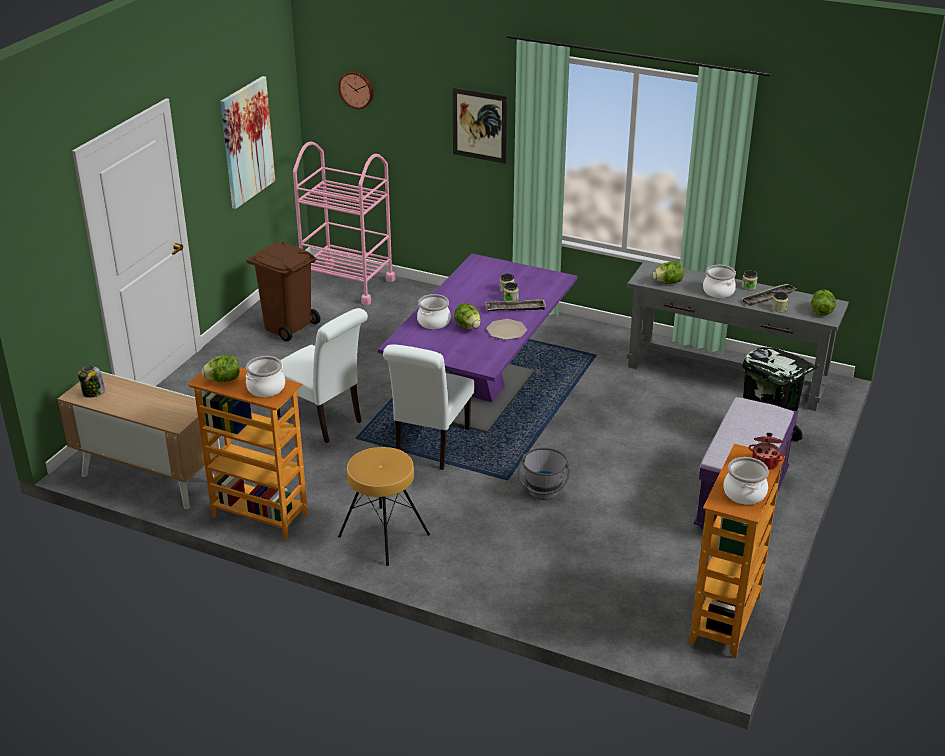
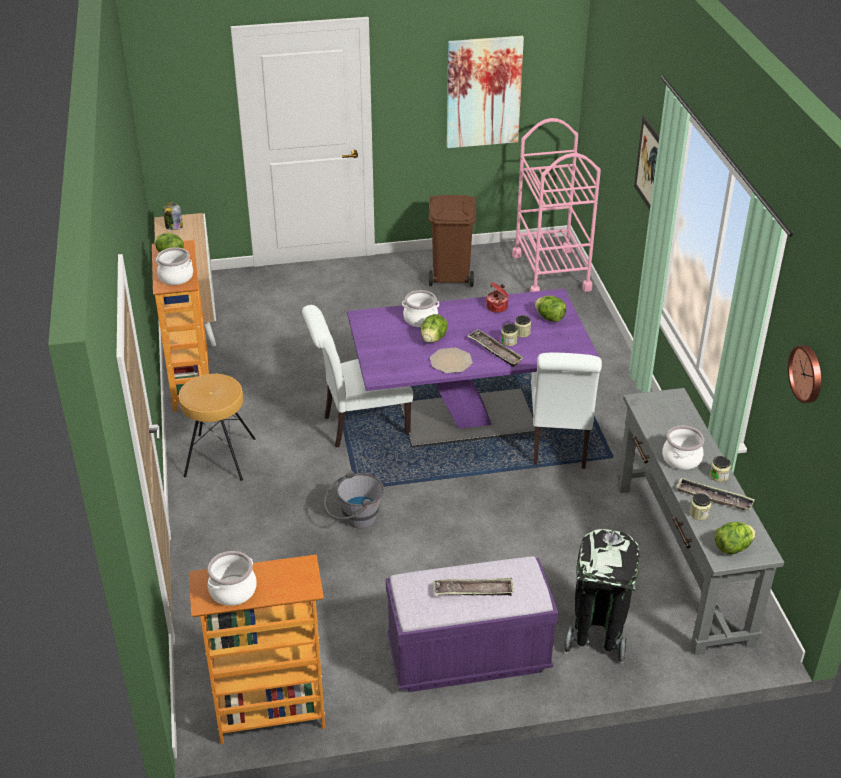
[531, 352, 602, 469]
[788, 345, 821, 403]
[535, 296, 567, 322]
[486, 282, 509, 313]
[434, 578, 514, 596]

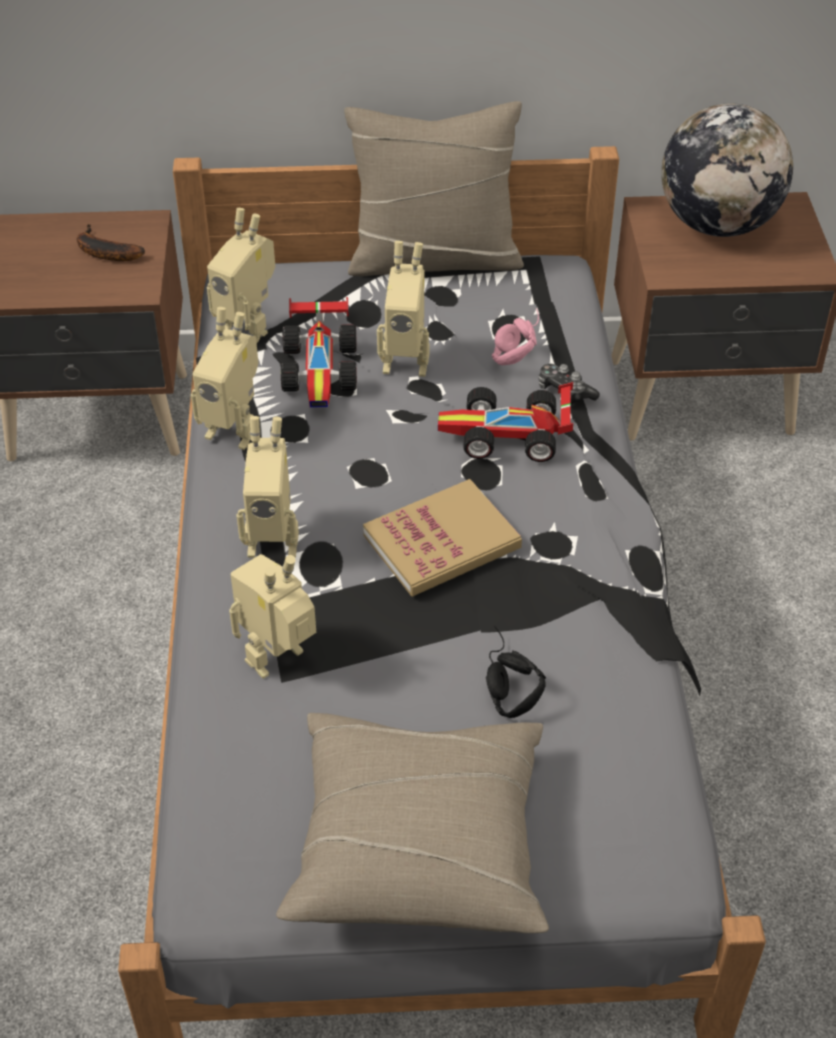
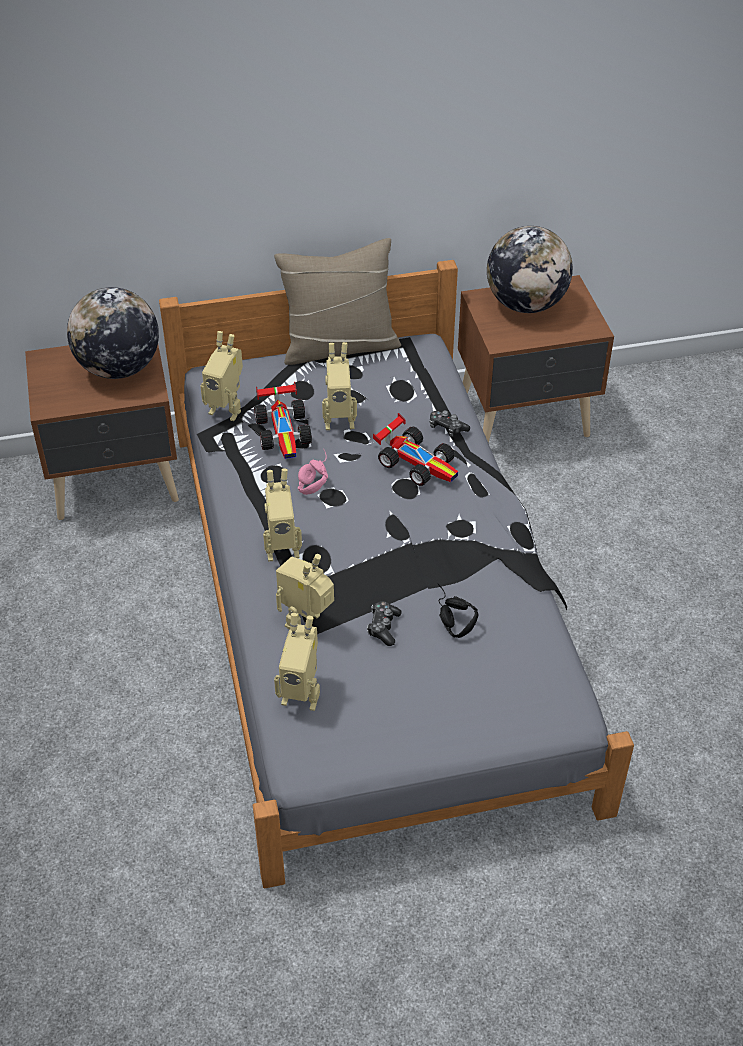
[67, 287, 159, 379]
[274, 613, 320, 711]
[276, 713, 549, 933] (first image)
[363, 479, 522, 597] (first image)
[373, 413, 458, 486]
[298, 450, 328, 495]
[367, 601, 401, 646]

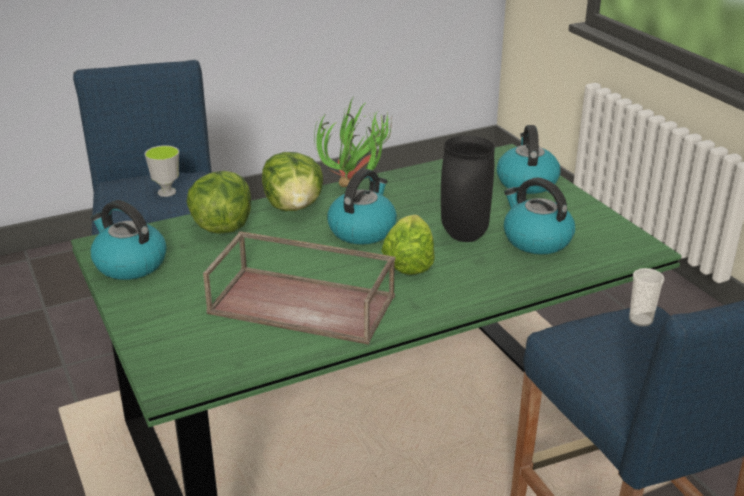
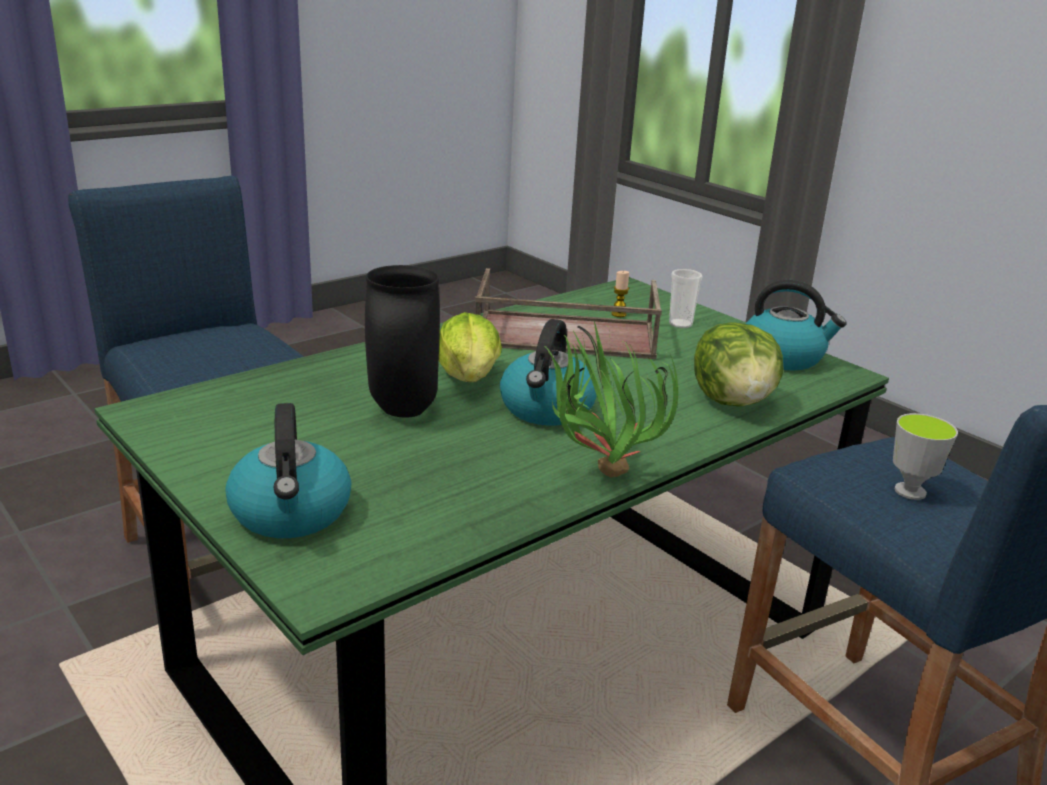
[262, 152, 323, 211] (first image)
[504, 178, 575, 254] (first image)
[669, 269, 703, 328]
[611, 271, 629, 317]

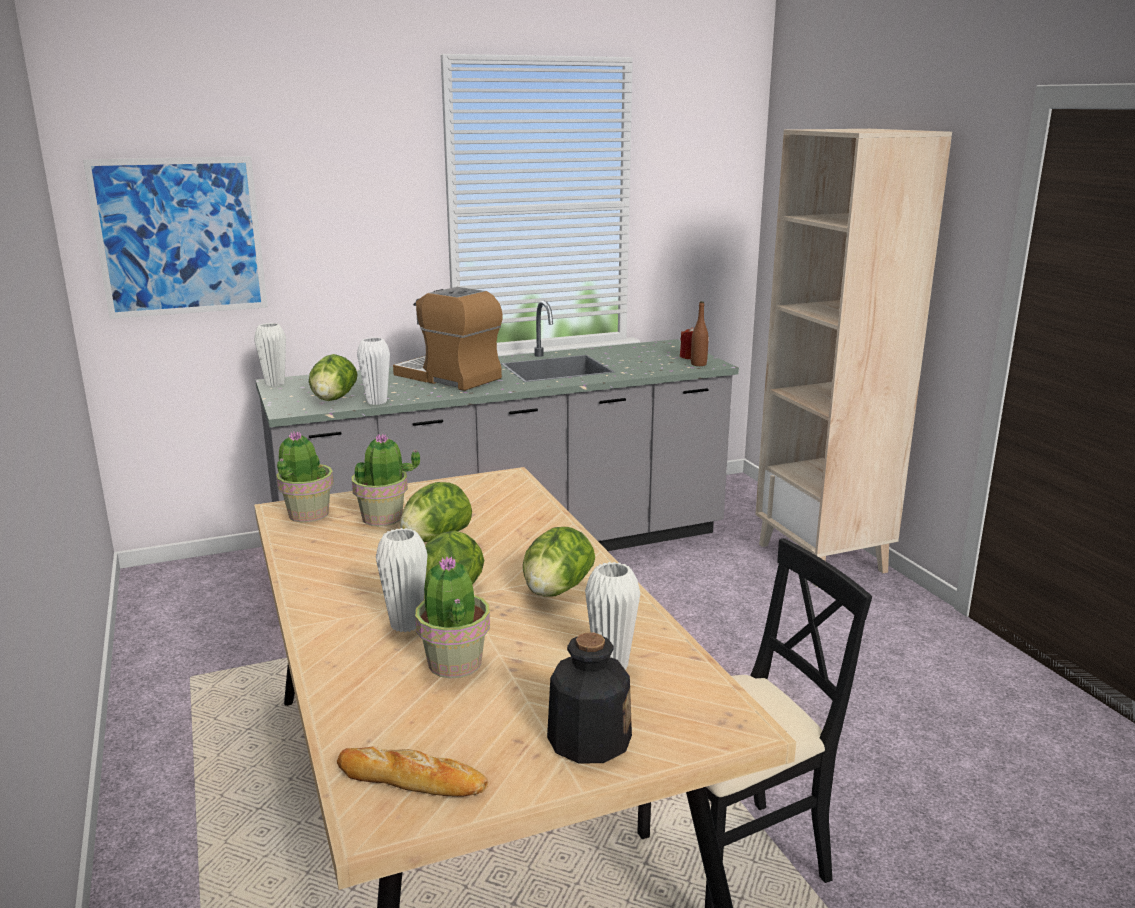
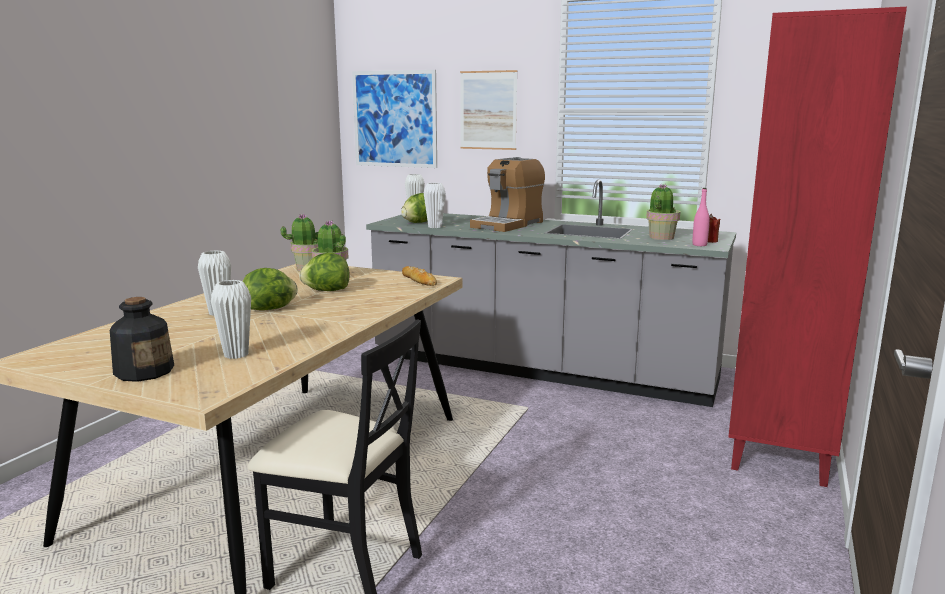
[402, 266, 437, 286]
[470, 157, 545, 232]
[646, 184, 680, 240]
[523, 527, 595, 597] (first image)
[692, 188, 710, 246]
[728, 7, 907, 487]
[460, 70, 517, 150]

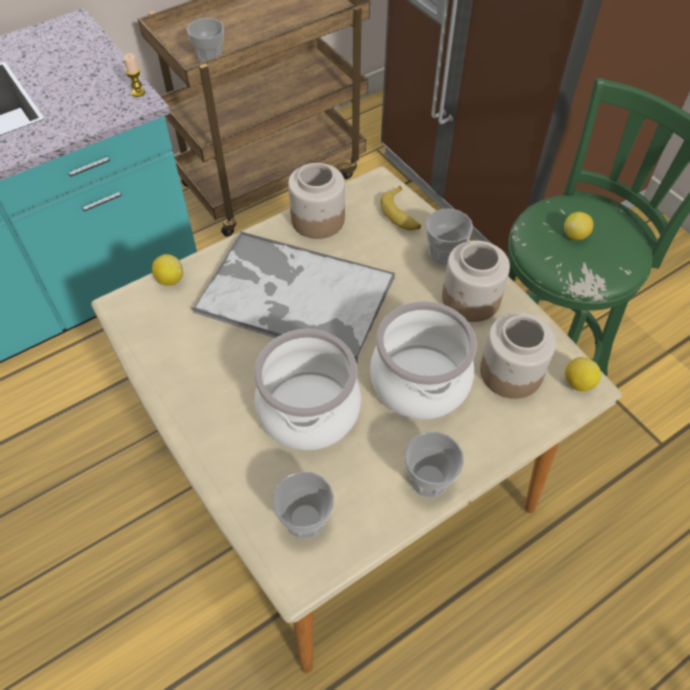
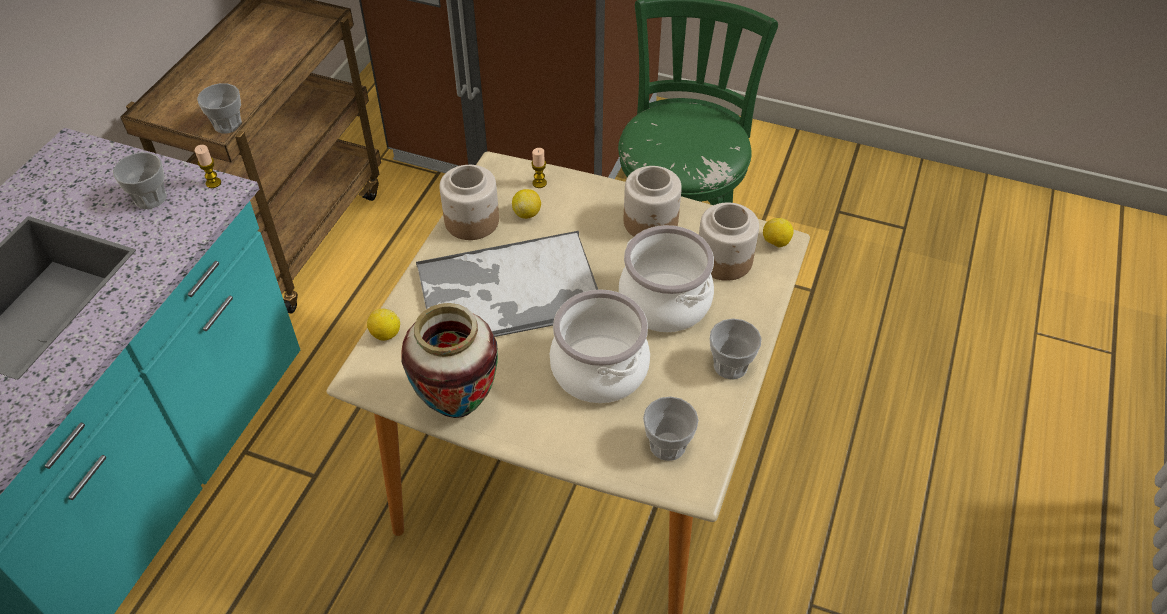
[531, 148, 547, 188]
[113, 152, 167, 209]
[512, 189, 541, 219]
[402, 303, 498, 418]

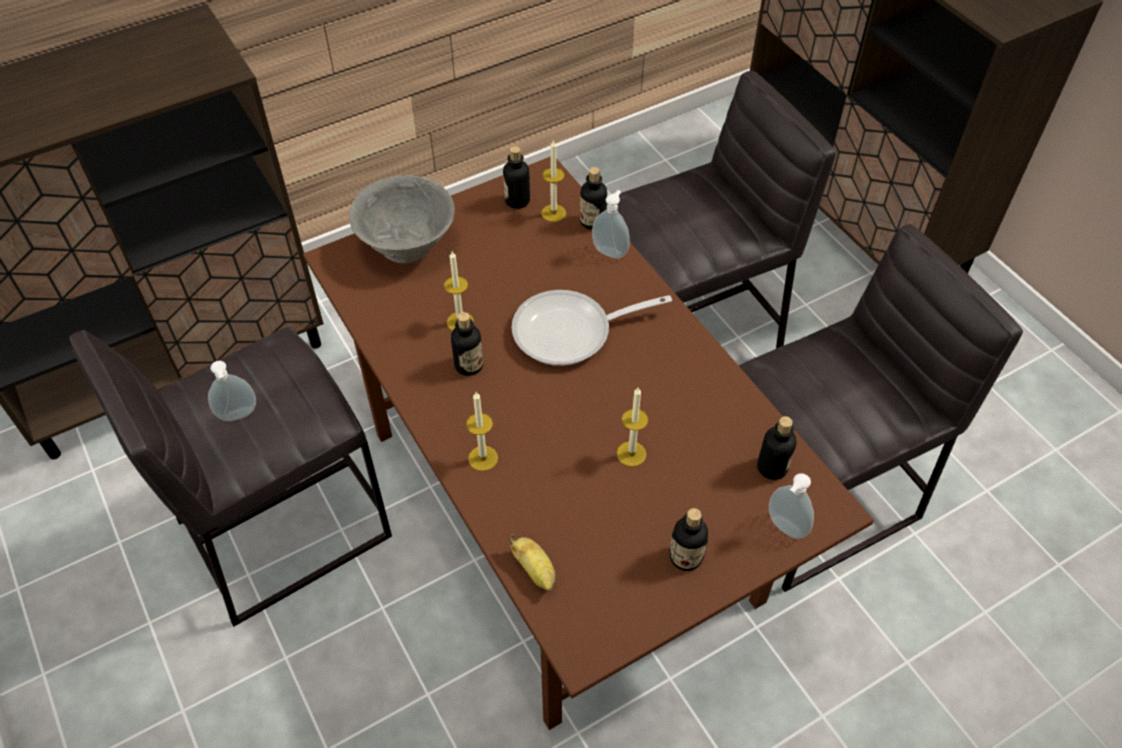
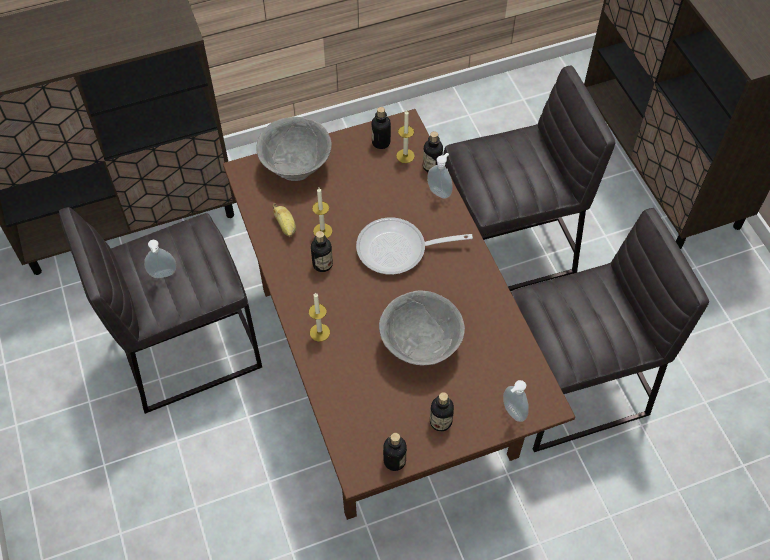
[272, 203, 296, 237]
[379, 290, 465, 365]
[383, 433, 407, 471]

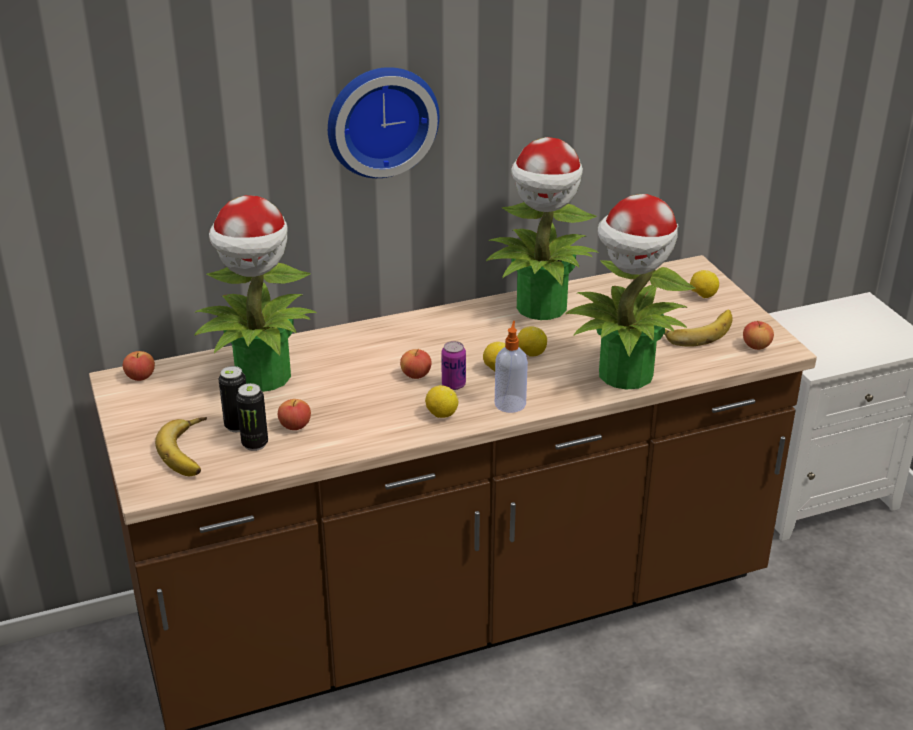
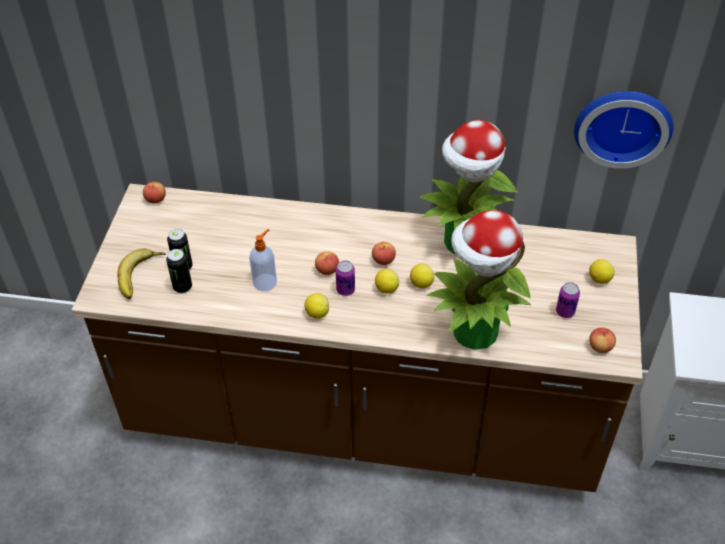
[194, 195, 316, 392] (first image)
[372, 242, 396, 265]
[574, 91, 673, 169]
[249, 229, 277, 291]
[556, 282, 580, 318]

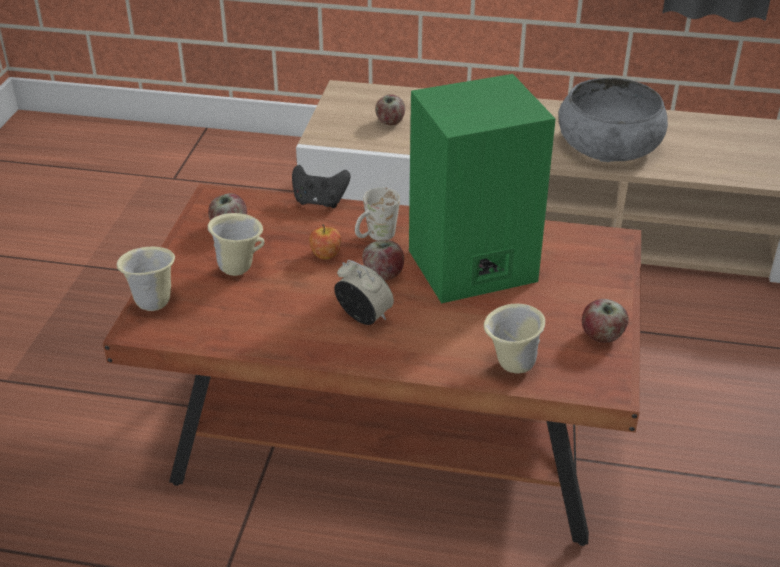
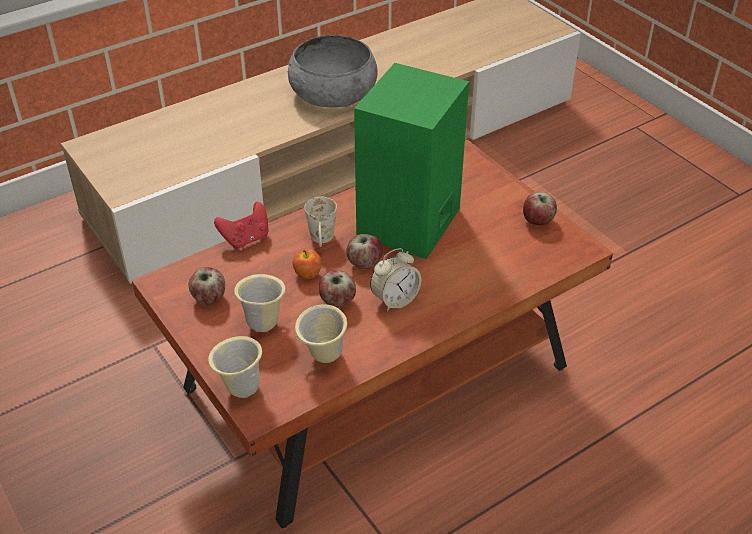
[214, 202, 269, 249]
[370, 248, 421, 311]
[319, 270, 356, 307]
[295, 304, 347, 363]

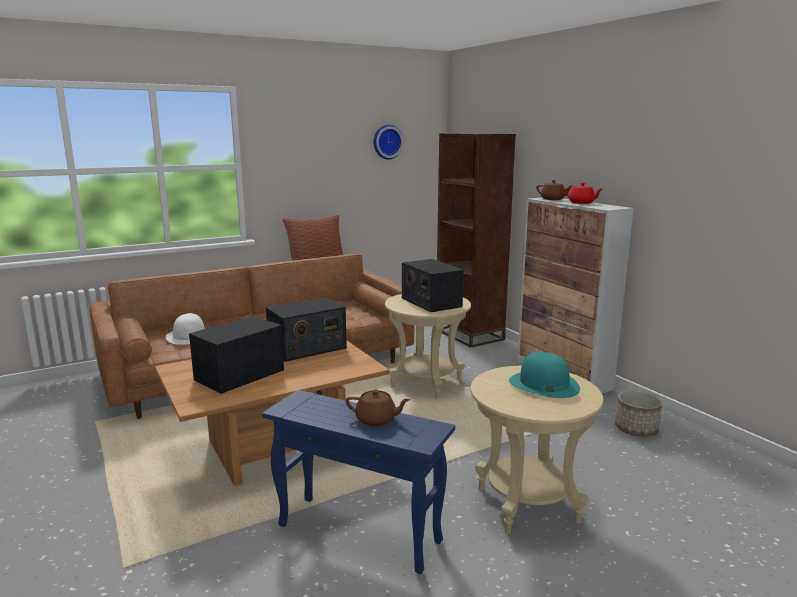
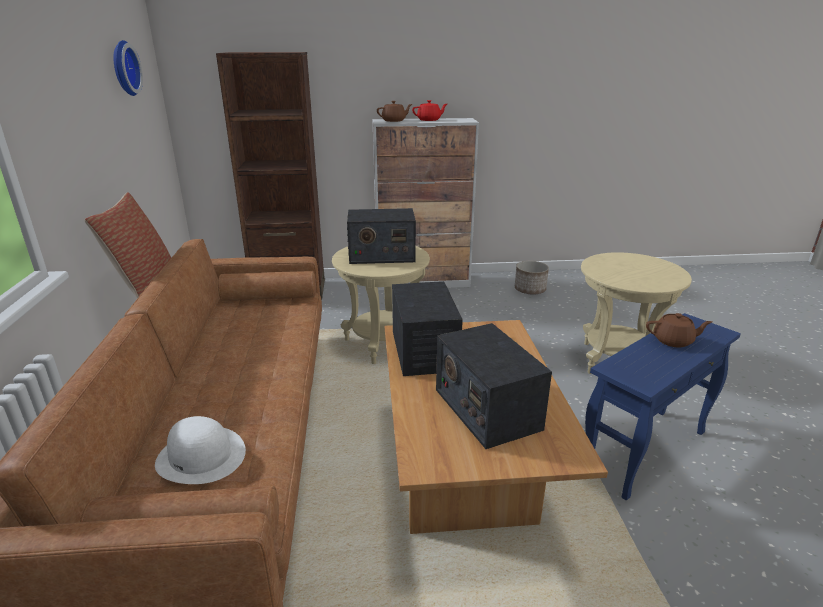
[646, 313, 712, 347]
[509, 352, 580, 398] (first image)

